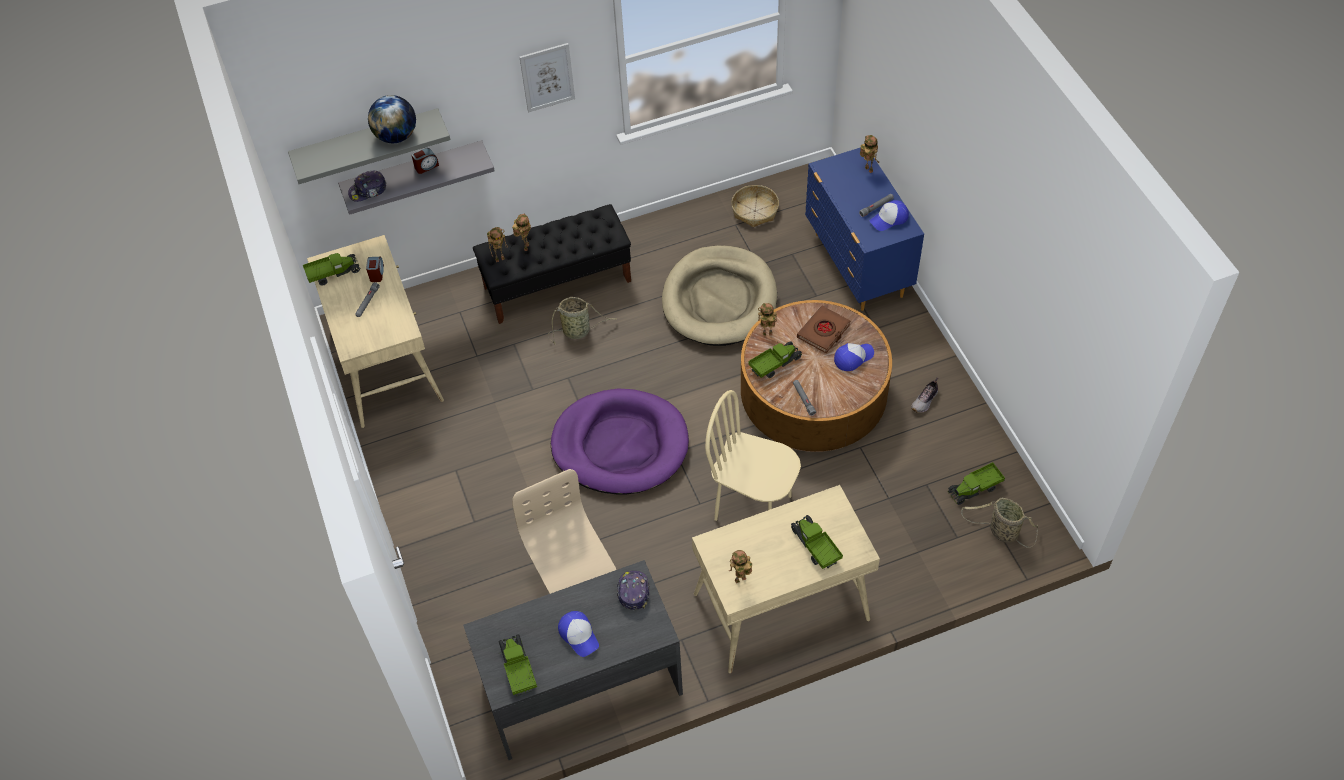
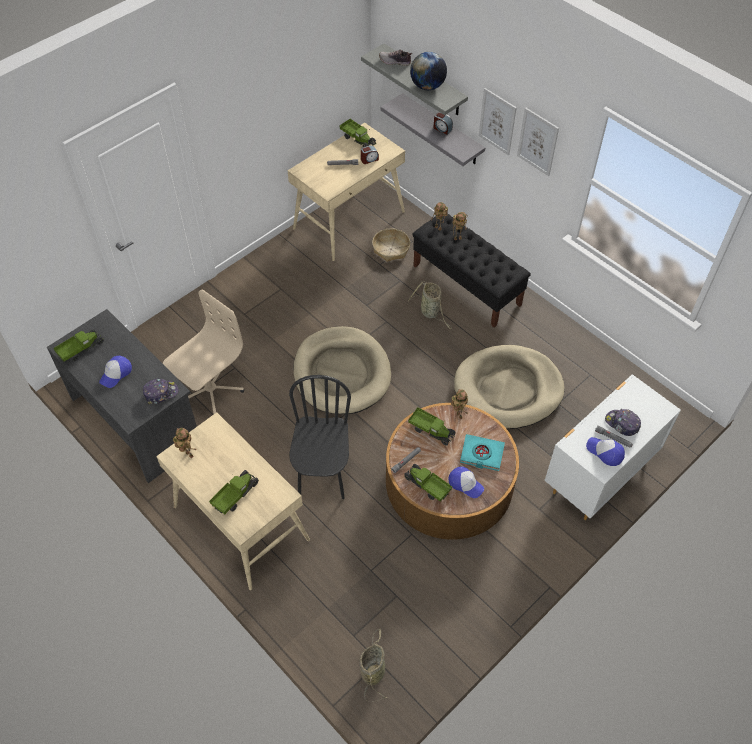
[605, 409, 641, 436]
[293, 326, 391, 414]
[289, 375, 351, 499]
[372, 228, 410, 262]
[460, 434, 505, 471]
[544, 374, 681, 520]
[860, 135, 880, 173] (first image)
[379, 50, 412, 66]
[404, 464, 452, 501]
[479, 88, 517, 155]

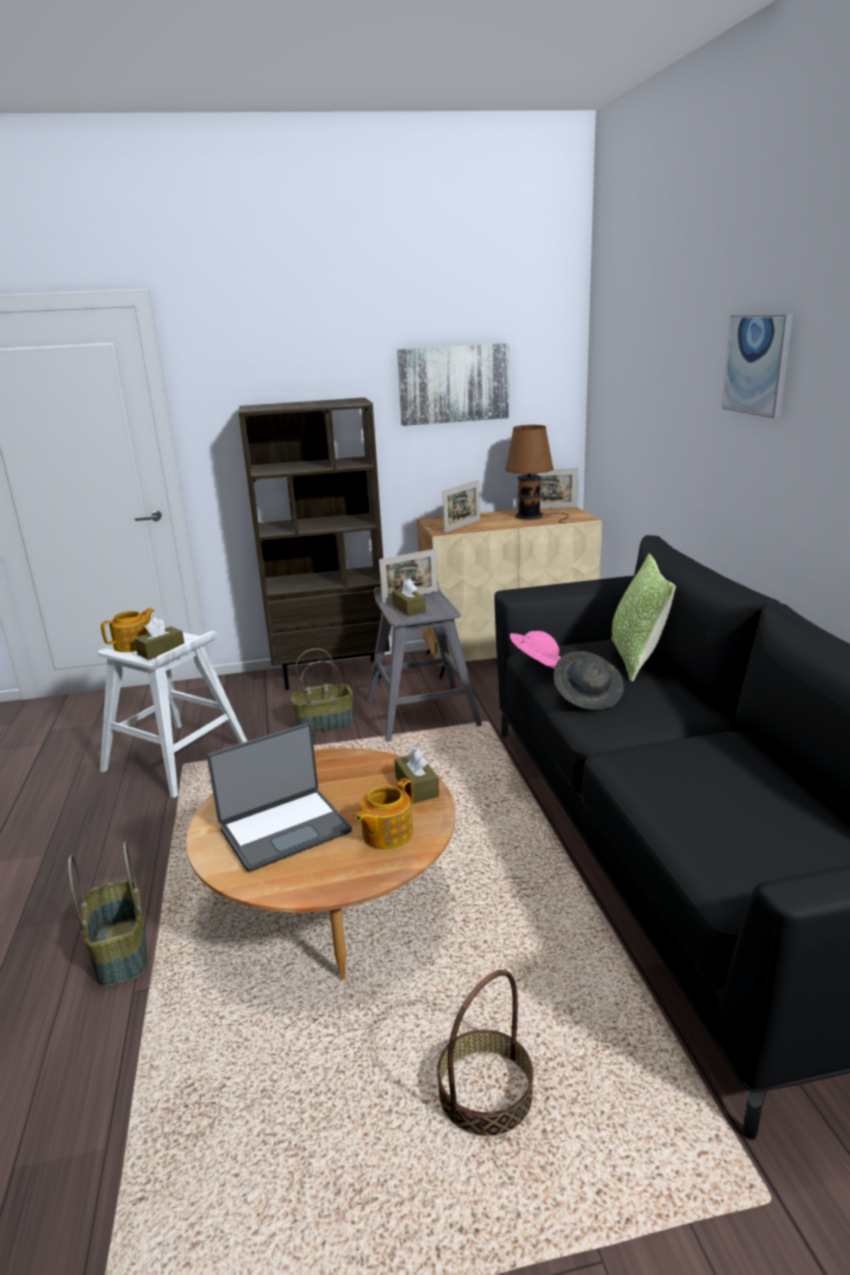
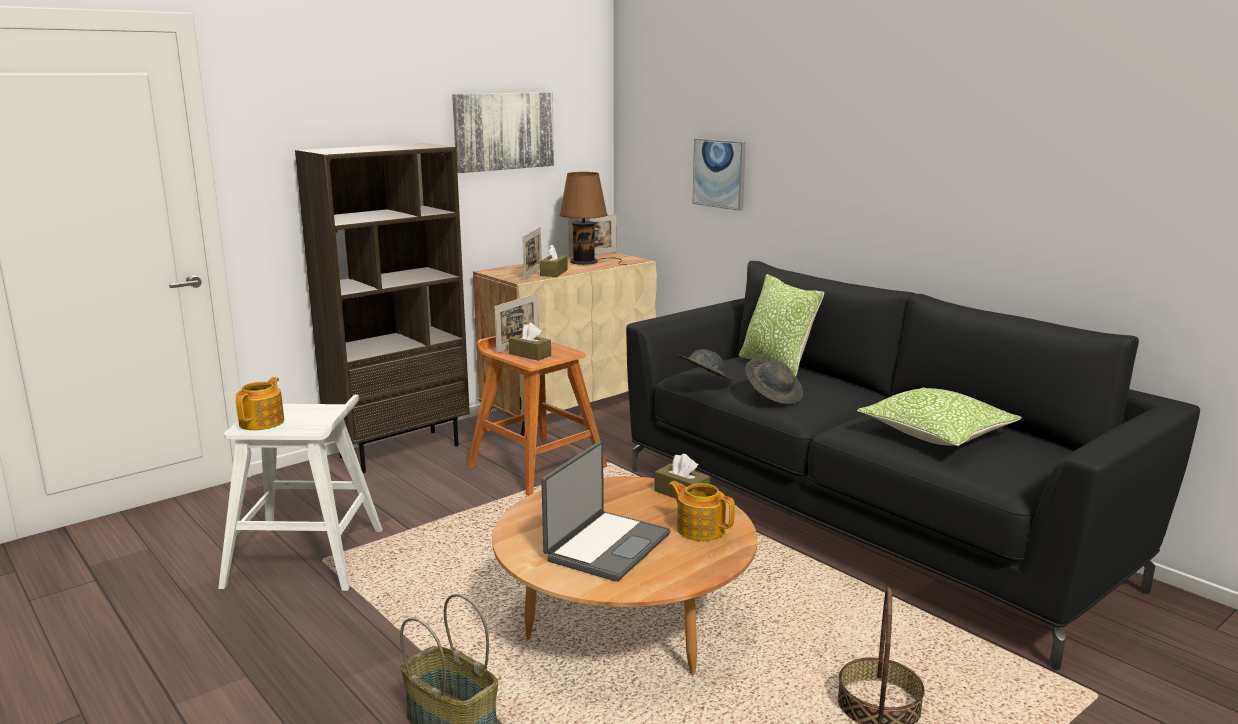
[540, 245, 568, 277]
[290, 648, 354, 734] (first image)
[668, 481, 735, 541]
[467, 336, 607, 496]
[678, 349, 733, 381]
[693, 138, 746, 211]
[857, 387, 1022, 446]

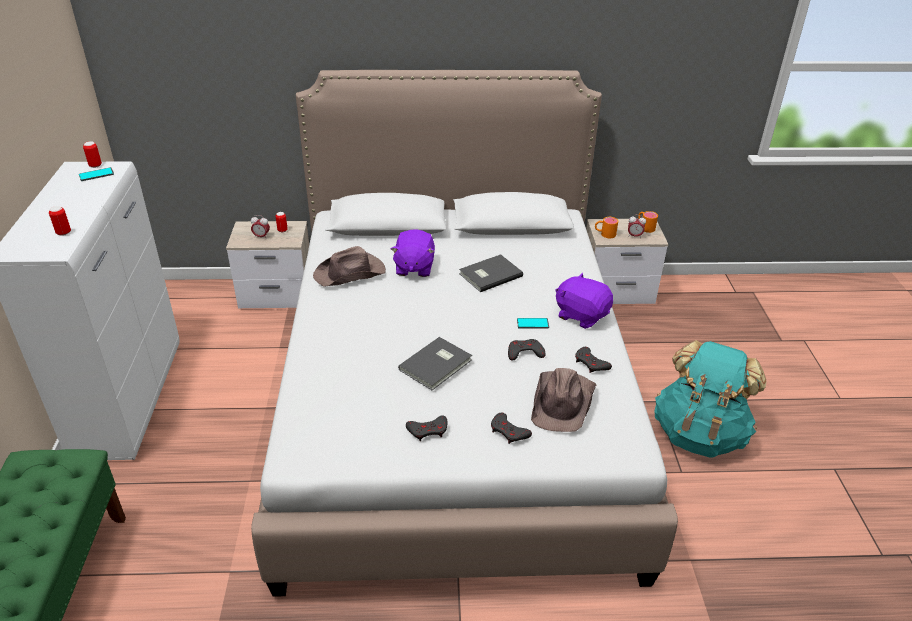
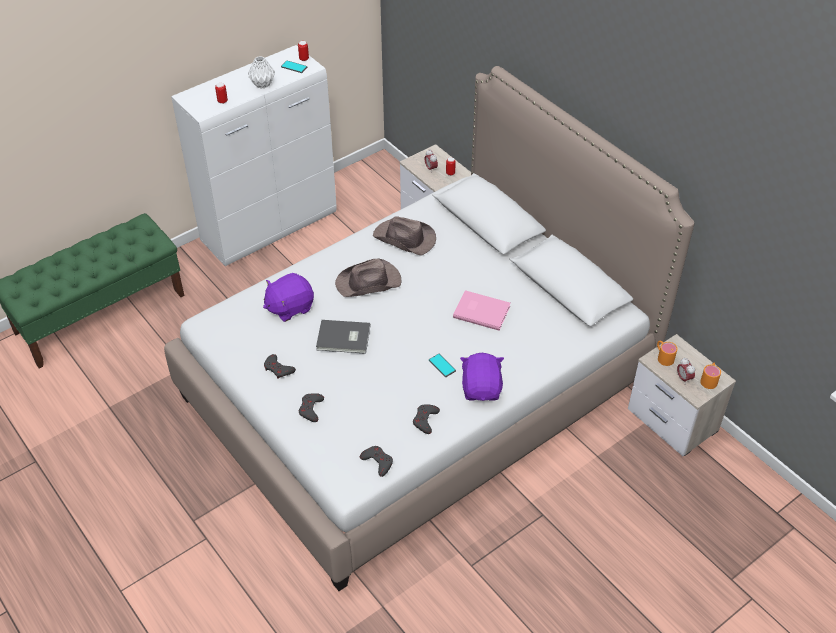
[263, 273, 314, 322]
[453, 290, 510, 331]
[360, 446, 393, 477]
[335, 258, 402, 297]
[654, 340, 766, 458] (first image)
[248, 56, 275, 89]

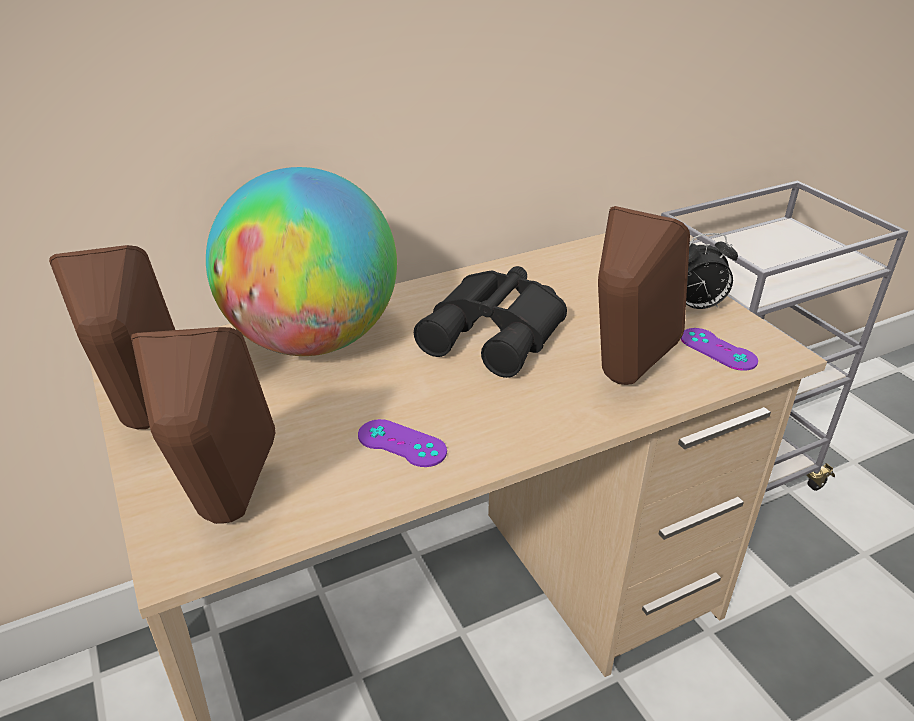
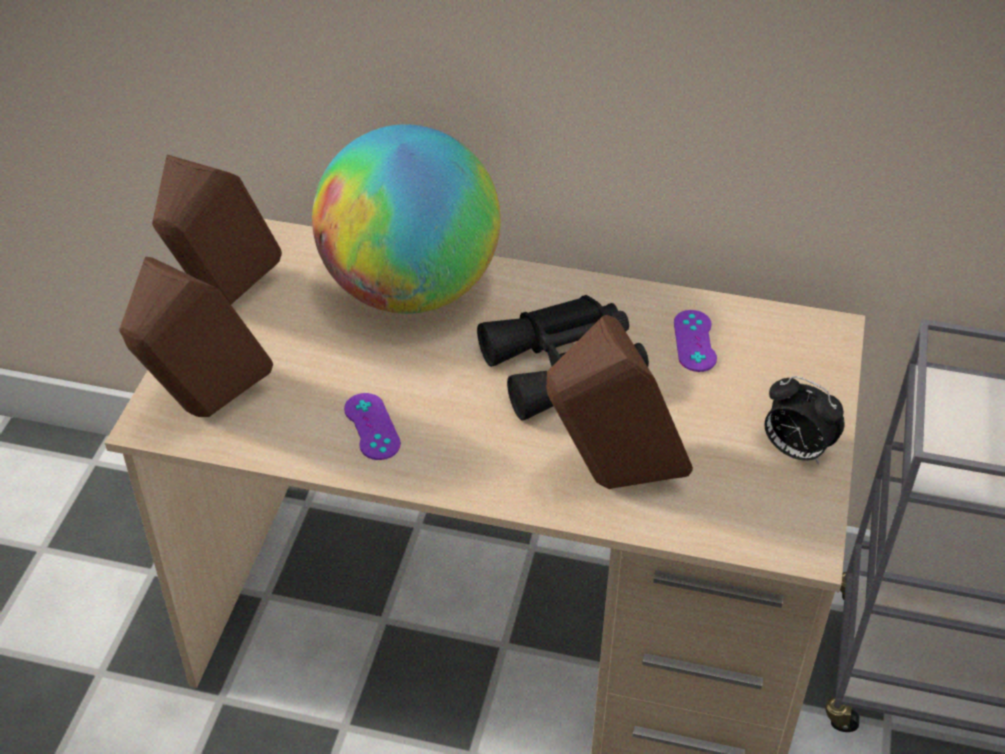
[674, 310, 717, 372]

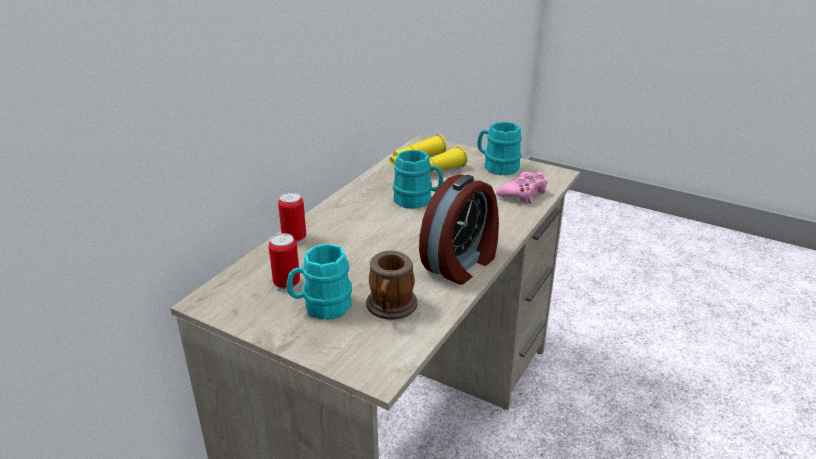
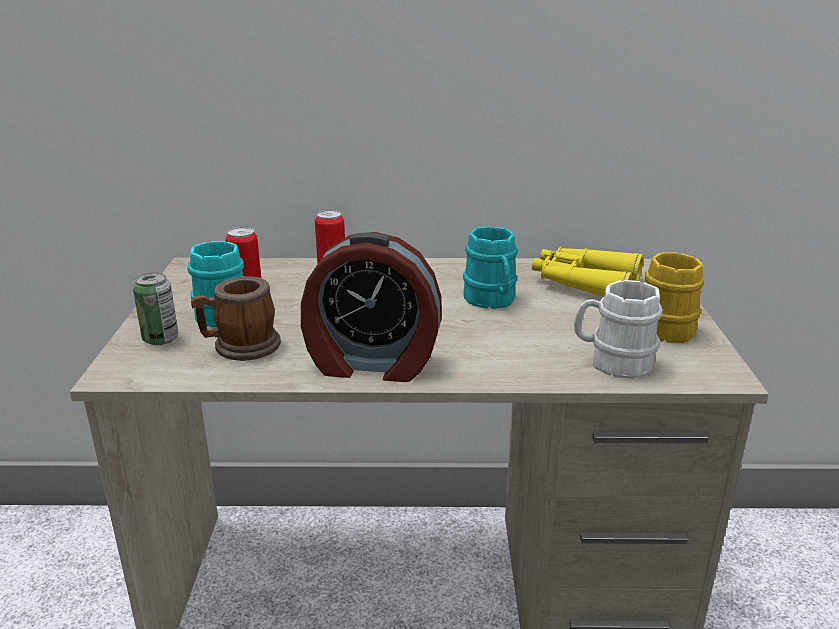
[645, 252, 704, 343]
[574, 280, 662, 379]
[133, 272, 178, 345]

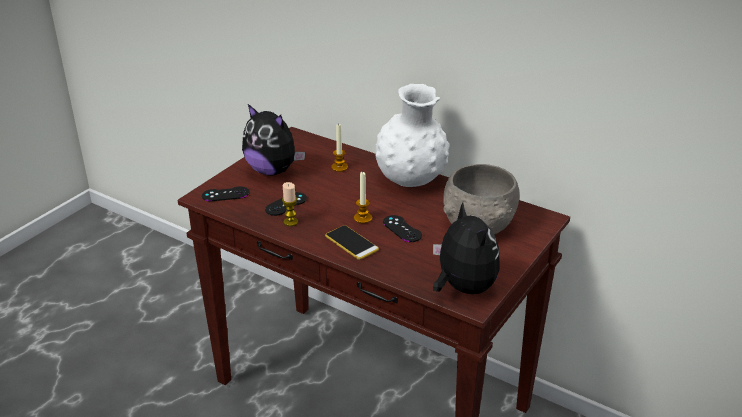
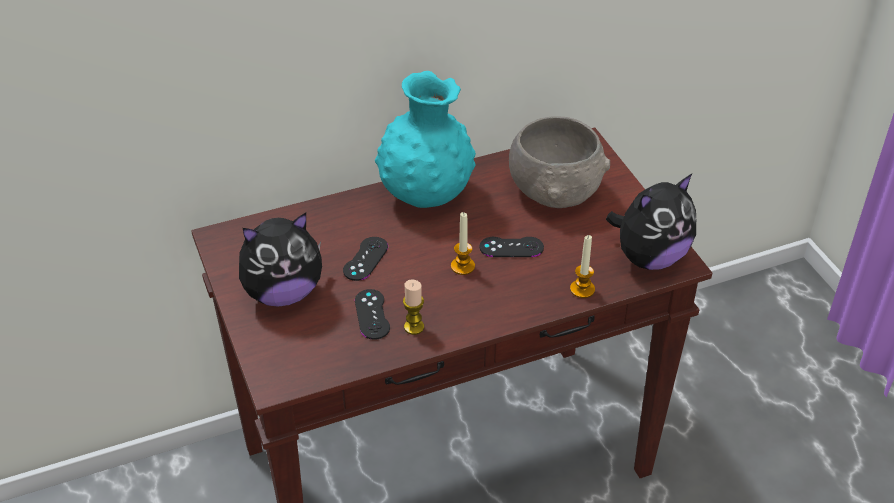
[343, 237, 388, 281]
[325, 225, 379, 260] (first image)
[570, 235, 595, 298]
[375, 71, 476, 208]
[606, 174, 696, 270]

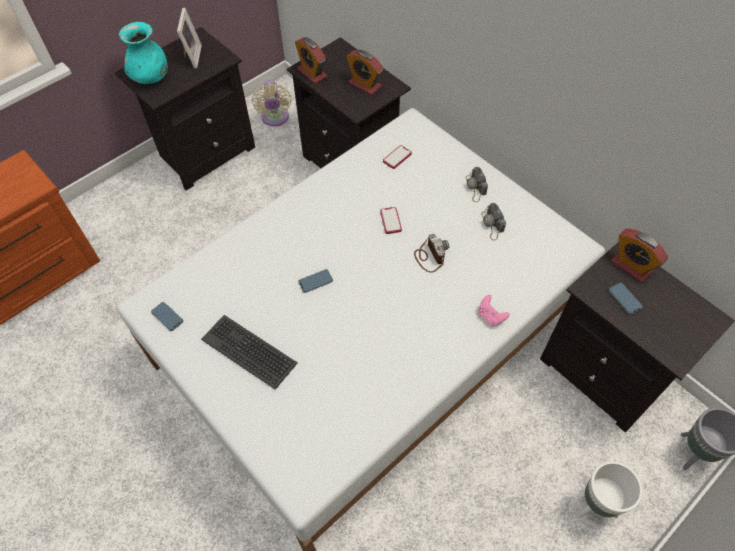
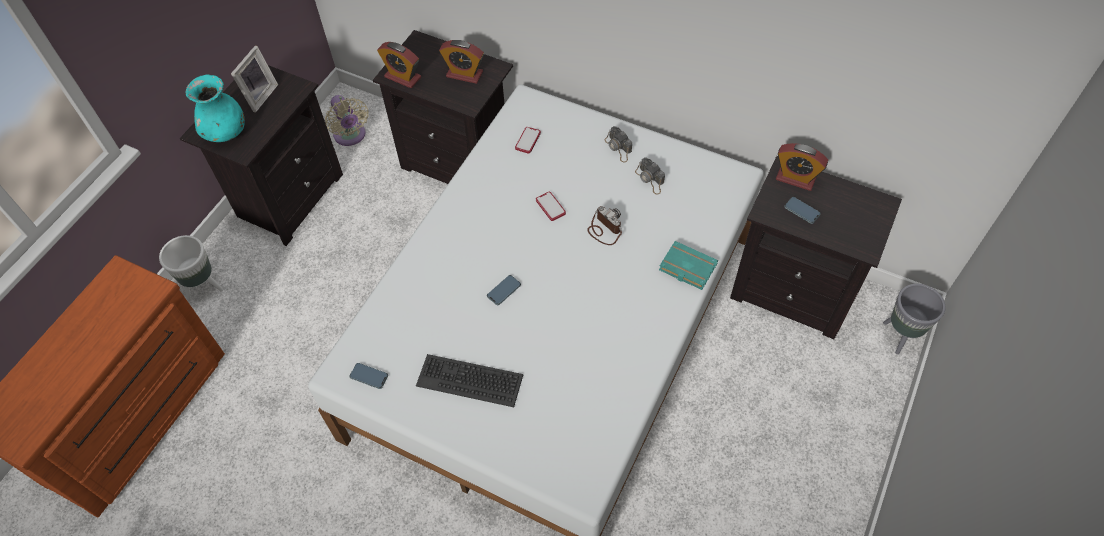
[231, 45, 278, 113]
[659, 241, 718, 290]
[159, 235, 223, 302]

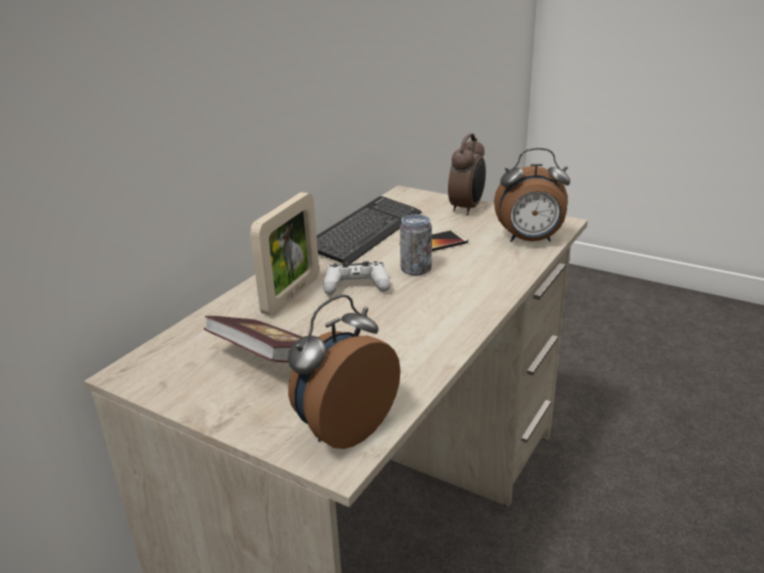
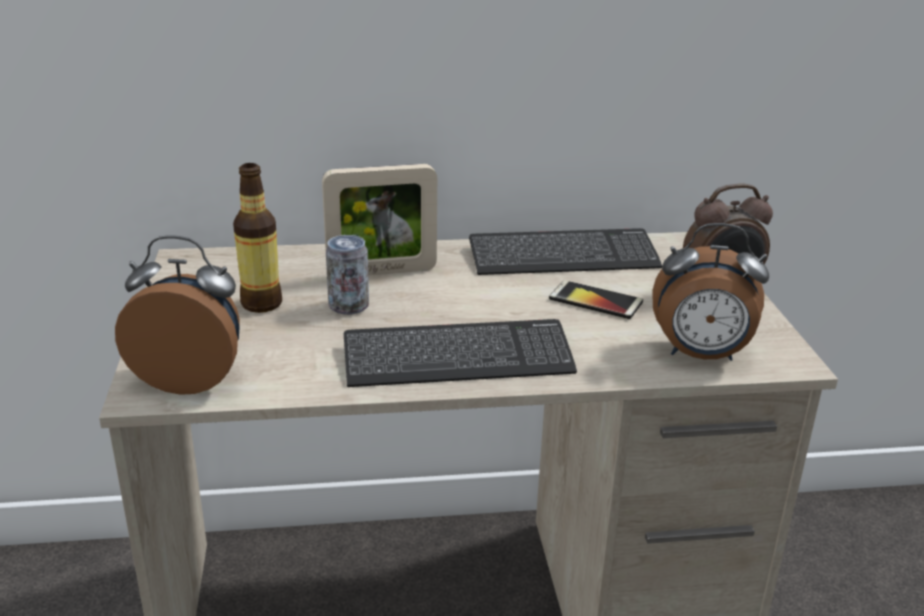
[233, 163, 282, 313]
[323, 261, 390, 295] (first image)
[326, 235, 369, 315]
[652, 223, 769, 361]
[344, 319, 577, 387]

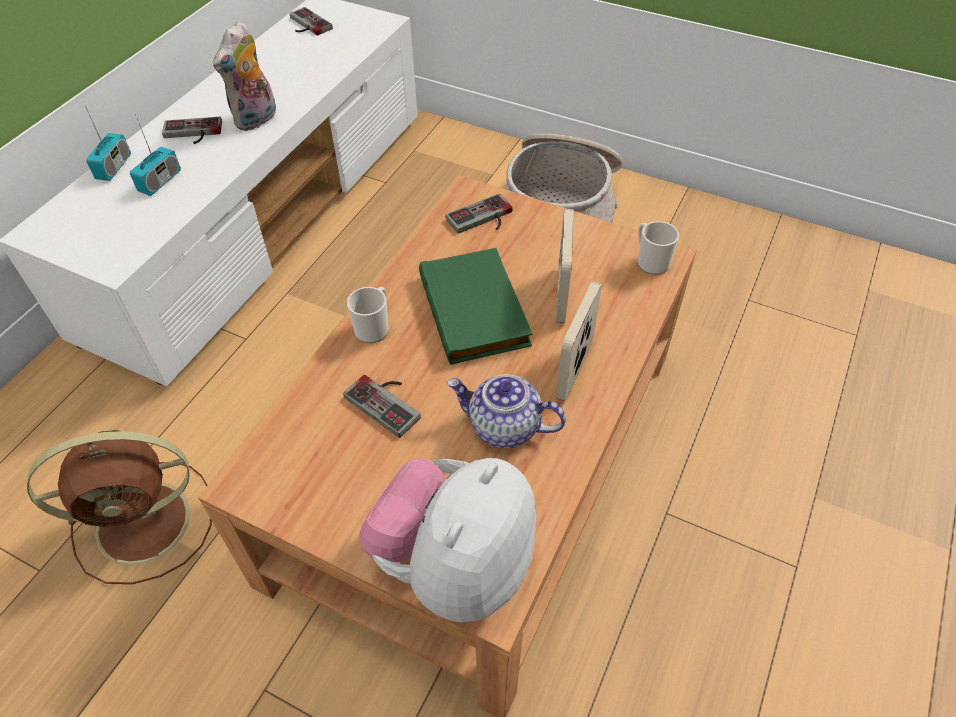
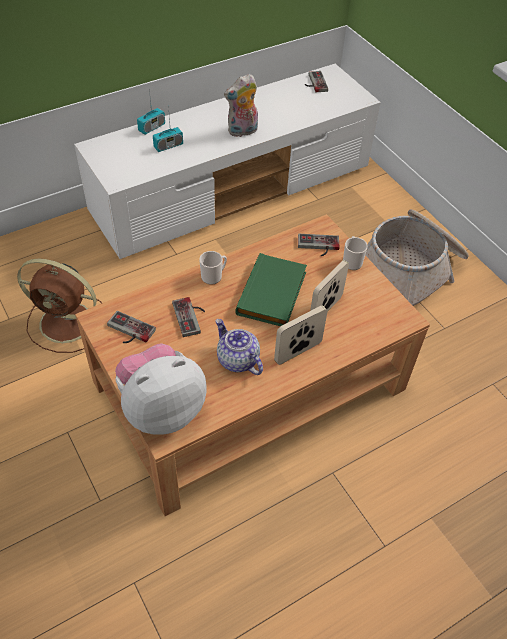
[107, 311, 156, 343]
[343, 236, 368, 270]

